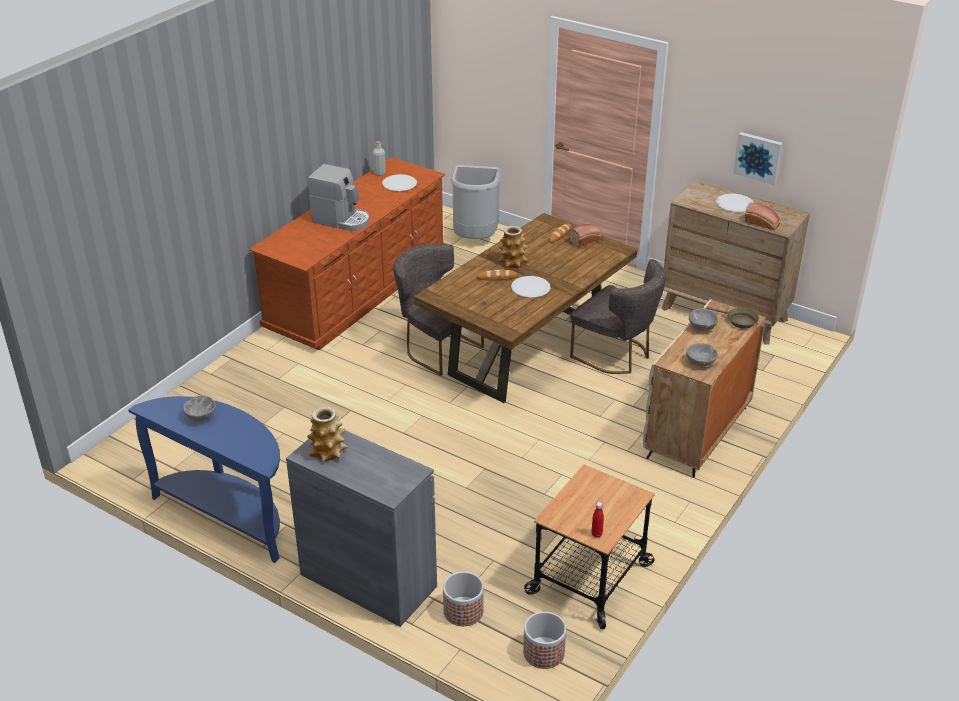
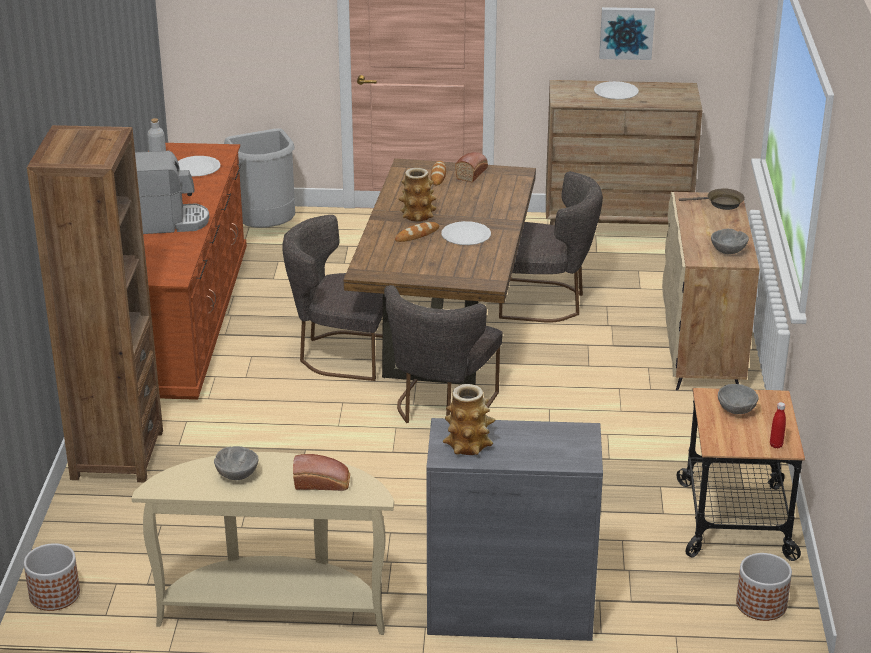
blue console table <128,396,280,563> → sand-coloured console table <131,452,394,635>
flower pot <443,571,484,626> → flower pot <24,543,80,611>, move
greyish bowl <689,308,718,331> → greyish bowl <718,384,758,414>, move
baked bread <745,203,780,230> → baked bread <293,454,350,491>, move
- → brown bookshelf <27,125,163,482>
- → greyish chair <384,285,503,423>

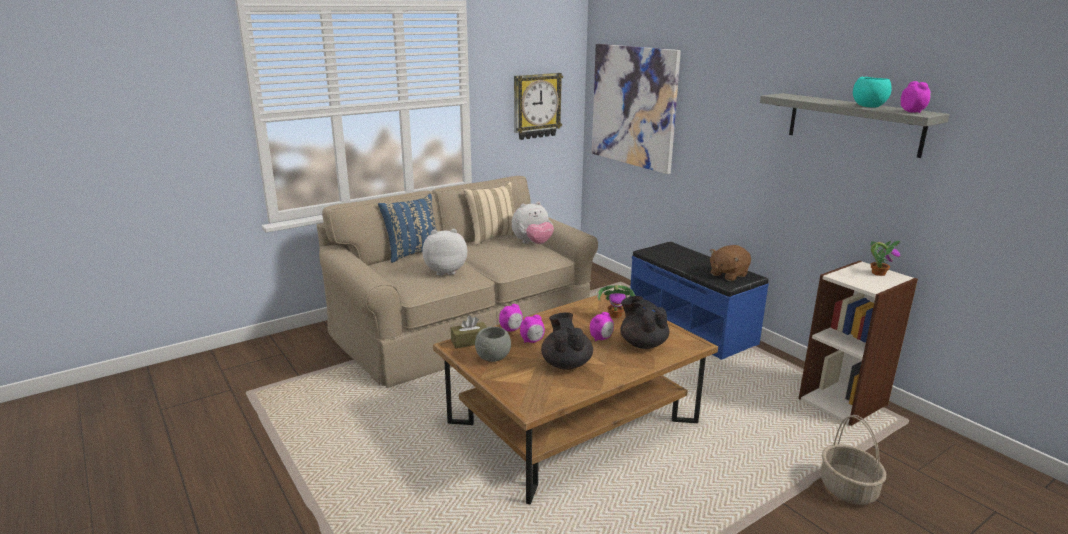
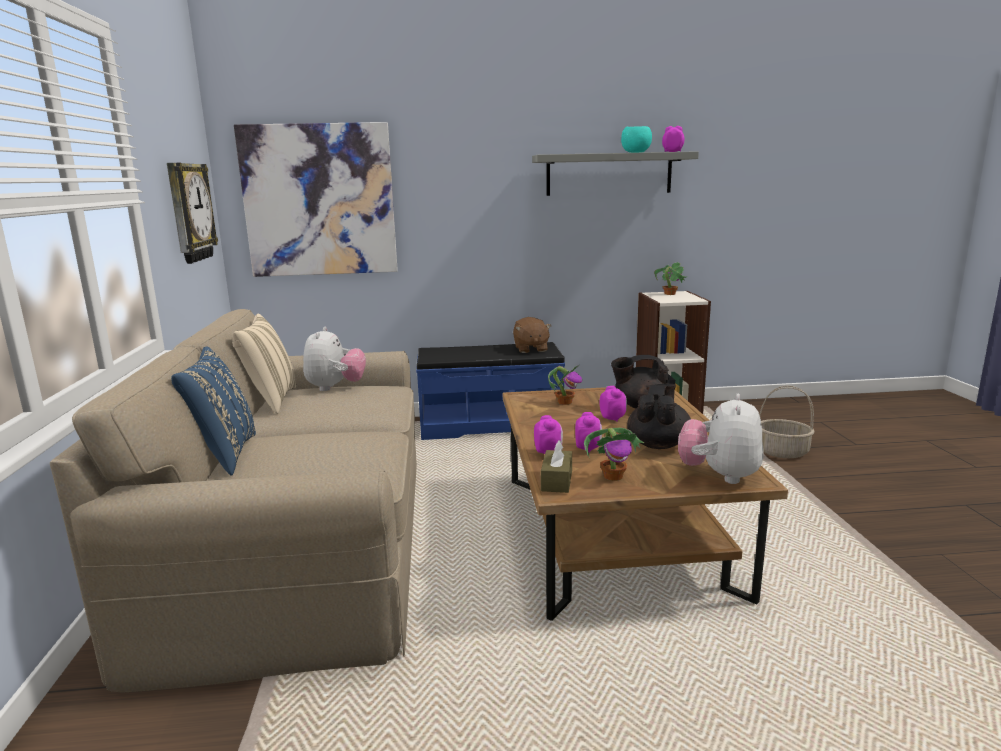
soft toy <422,229,467,276> → soft toy <678,394,764,484>, move
greyish bowl <475,327,511,362> → potted plant <584,428,644,481>
blackish teapot <541,312,593,370> → blackish teapot <627,384,691,449>, 90 degrees clockwise

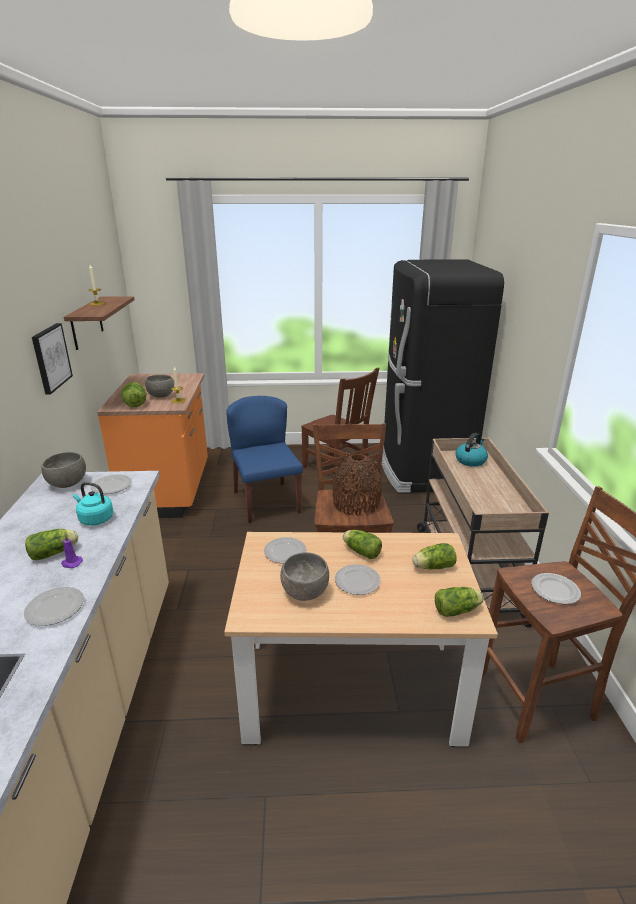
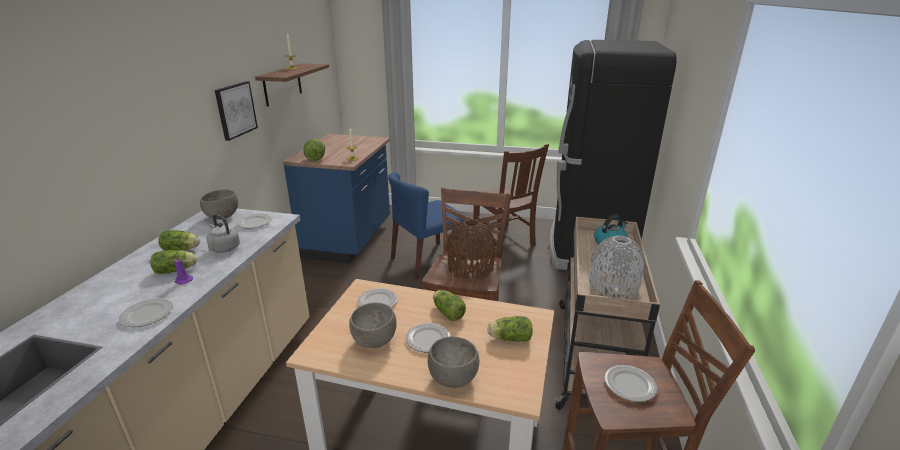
turquoise tea kettle <73,482,114,526> → greyish tea kettle <206,214,240,253>
orangey kitchen base unit <97,373,208,518> → blue kitchen base unit <283,134,390,264>
greyish bowl <145,375,174,398> → greyish bowl <427,336,479,388>, move
blue chair <226,396,303,523> → blue chair <388,172,466,280>, 120 degrees counterclockwise
head of lettuce <435,587,484,617> → head of lettuce <158,230,200,251>, move
- → greyish decorative vase <589,236,646,299>

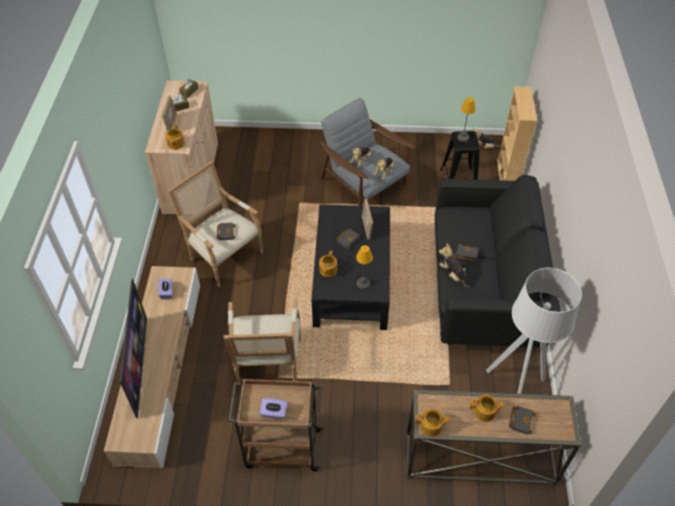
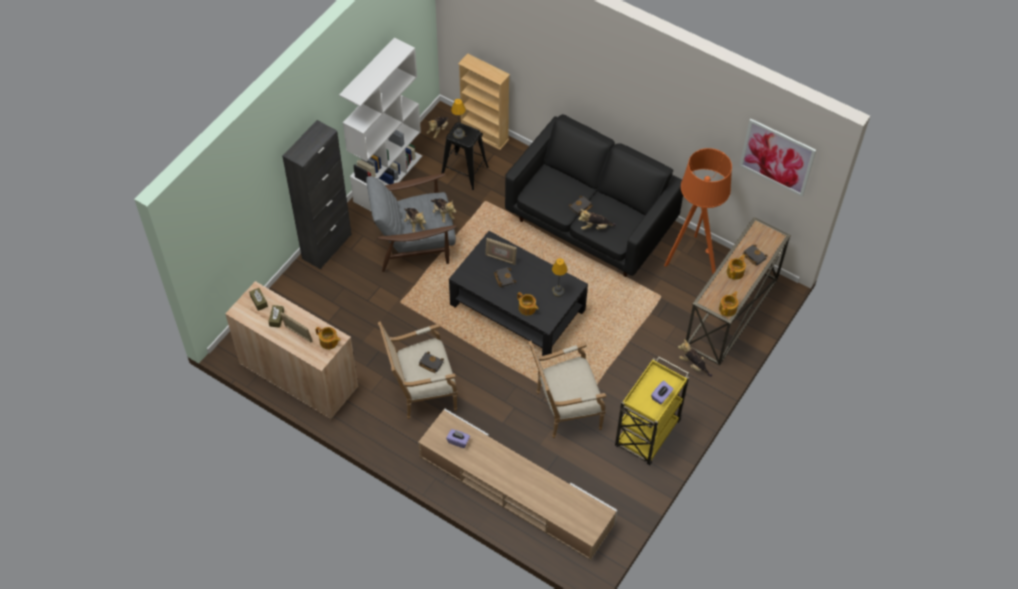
TV set <120,279,147,418> → -
lounge chair <224,300,301,384> → lounge chair <529,341,607,438>, 135 degrees clockwise
brown wheeled cart <228,378,323,472> → yellow-coloured wheeled cart <615,356,689,465>
greyish standing lamp <486,268,582,394> → orangey standing lamp <664,148,732,274>
- → blackish cabinet <282,120,352,269>
- → white-coloured bookshelf <339,37,422,211>
- → soft toy <678,339,712,377>
- → wall art <739,119,816,197>

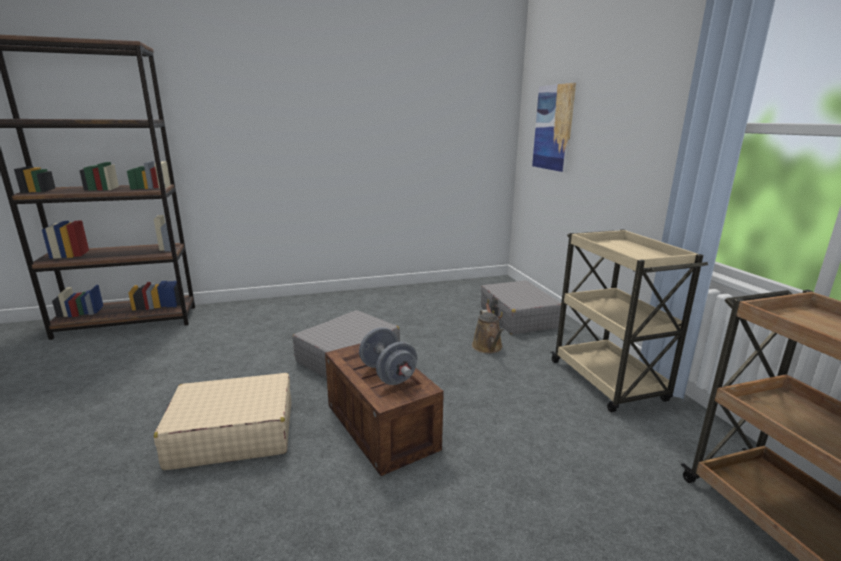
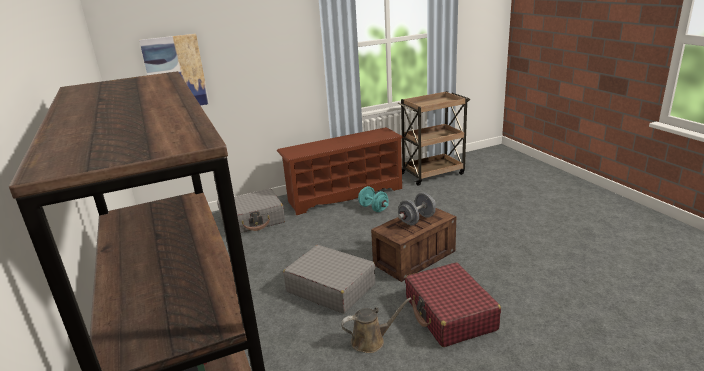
sand-coloured piece of luggage <154,373,291,470> → red piece of luggage <405,262,501,347>
brown watering can <472,310,504,353> → brown watering can <341,297,411,353>, move
sand-coloured wheeled cart <551,229,708,412> → brown shoe shelf <277,127,404,215>
- → turquoise free weight <358,186,389,212>

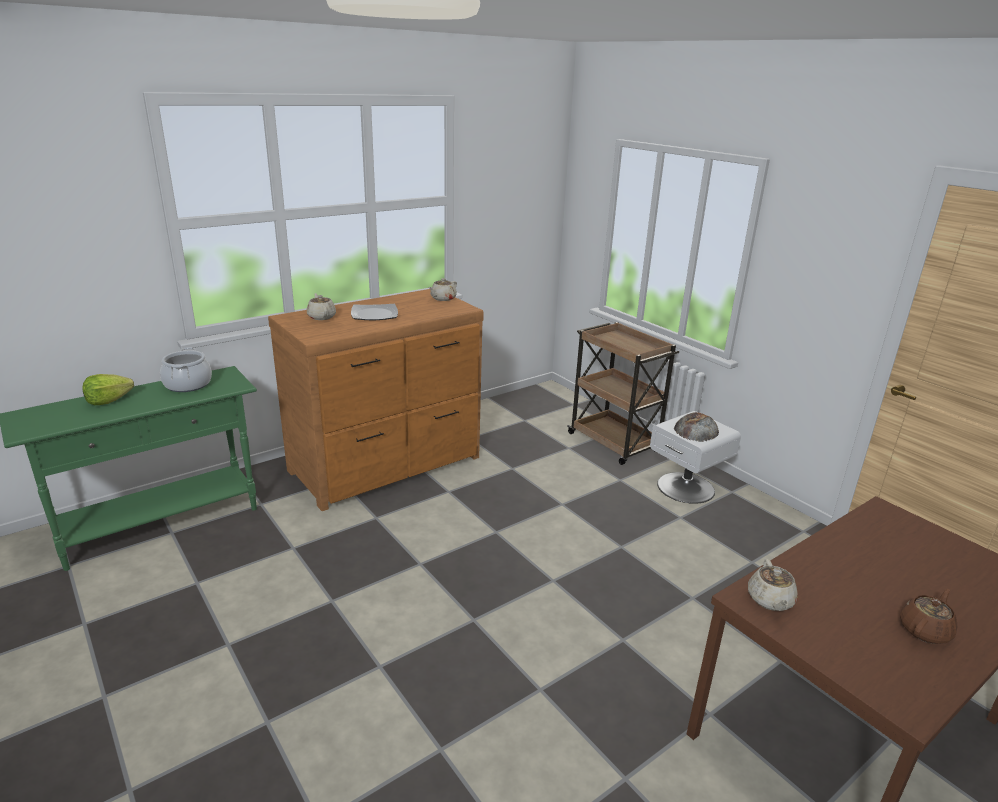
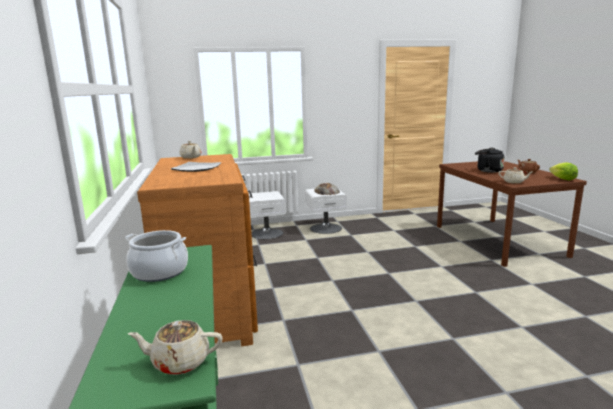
head of lettuce <82,374,134,405> → head of lettuce <549,162,578,180>, move
sand-coloured teapot <307,293,336,320> → sand-coloured teapot <128,320,222,375>, move
brown wheeled cart <567,322,679,465> → white-coloured nightstand <249,191,286,239>
- → blackish tea kettle <475,148,505,173>

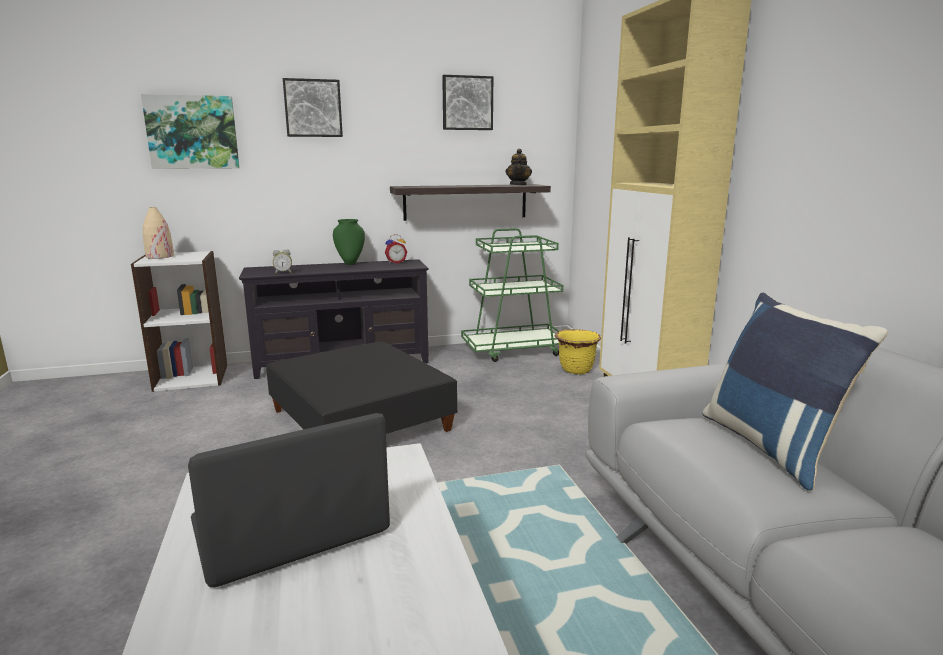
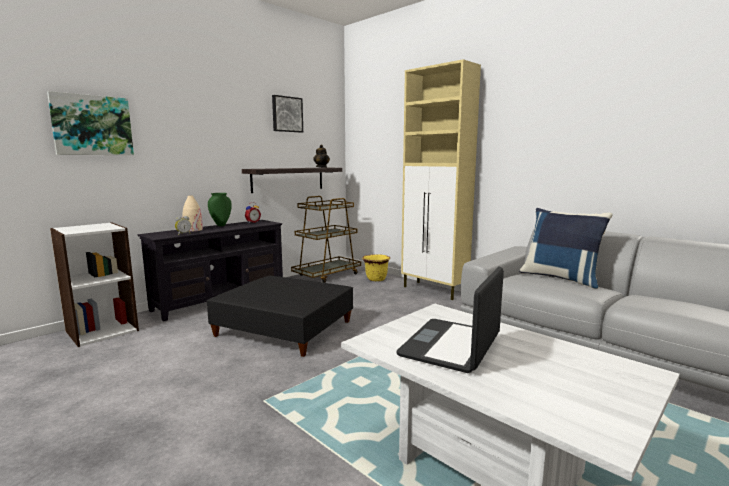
sand-coloured decorative vase <143,207,174,259> → sand-coloured decorative vase <182,195,203,232>, move
wall art <283,78,343,137> → -
greenish wheeled cart <461,228,563,362> → brown wheeled cart <291,196,361,283>

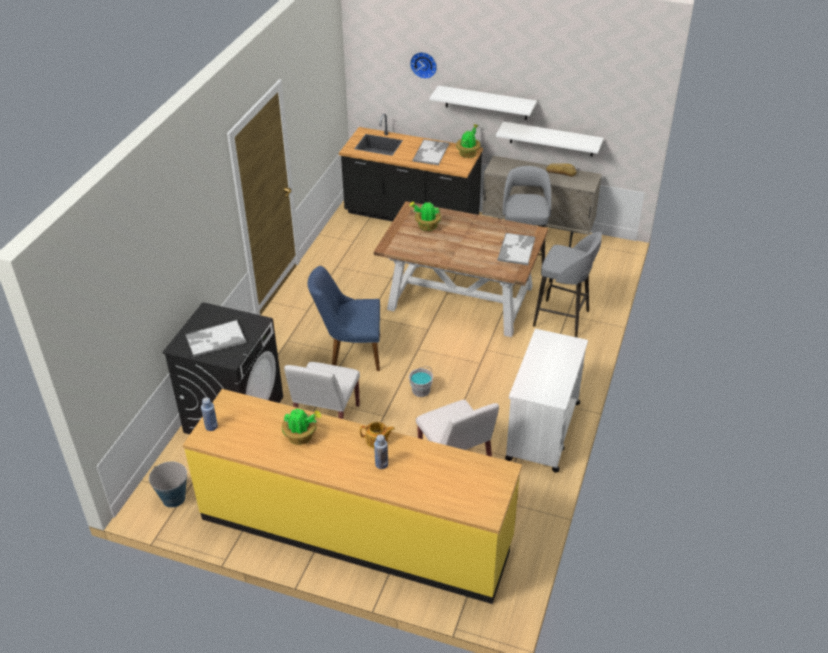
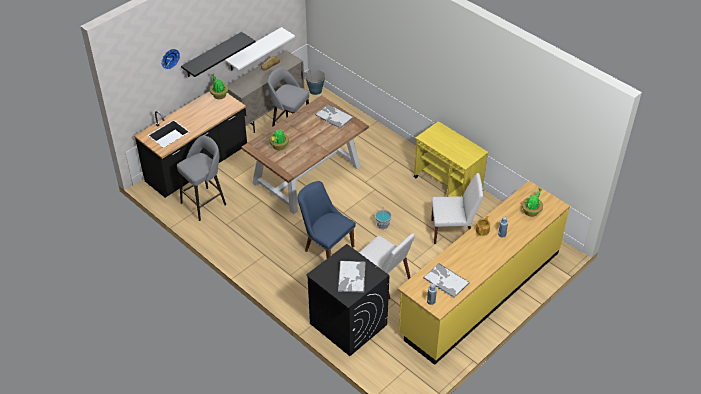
bucket <149,462,189,508> → bucket <305,70,325,95>, move
potted plant <282,408,322,445> → potted plant <522,188,543,217>, move
blue chair <308,266,380,371> → blue chair <297,181,356,258>, 105 degrees clockwise
carrying tray <412,139,449,165> → carrying tray <423,263,470,298>, move
white-coloured bracket shelf <430,85,537,120> → blackish bracket shelf <181,32,255,77>
white-coloured wheeled cart <505,329,588,473> → yellow-coloured wheeled cart <414,121,488,197>
greyish stool seat <533,232,602,337> → greyish stool seat <177,135,227,221>, move

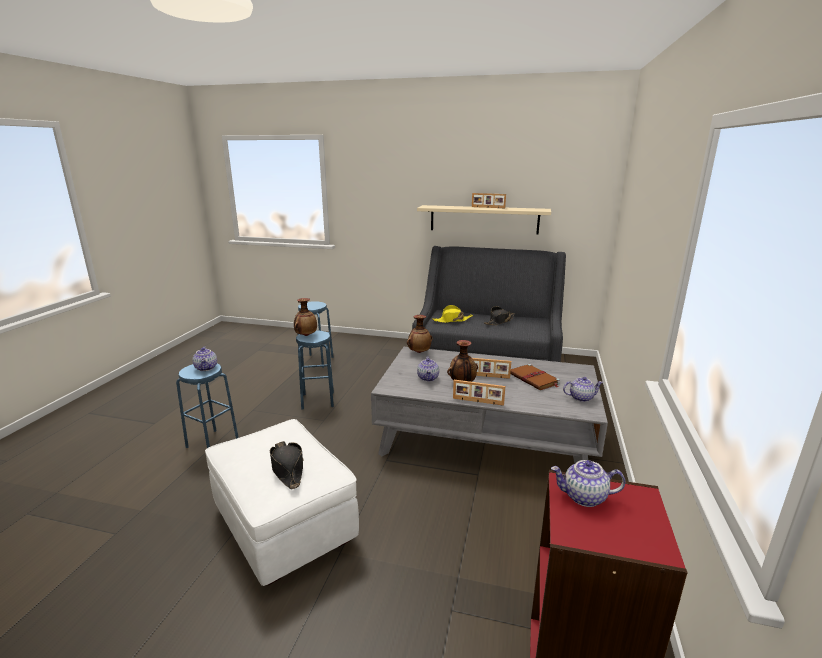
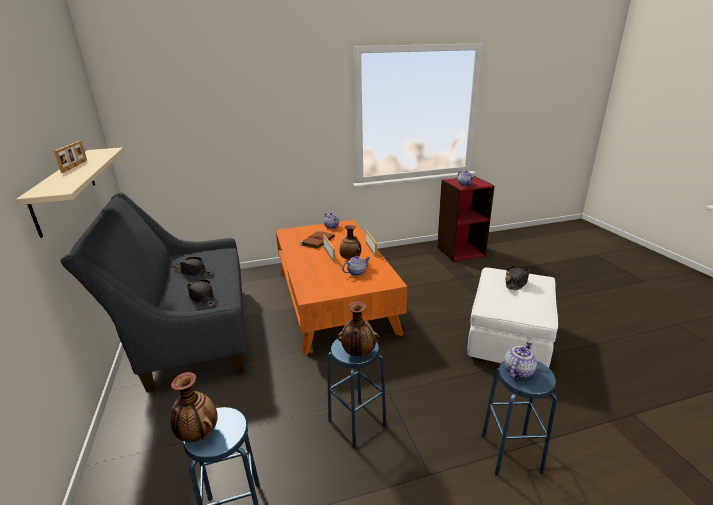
greyish coffee table <371,347,608,464> → orangey coffee table <276,220,407,356>
decorative vase <407,315,433,353> → decorative vase <170,372,218,442>, move
yellow-coloured clothing hat <432,305,473,323> → blackish clothing hat <187,279,215,307>

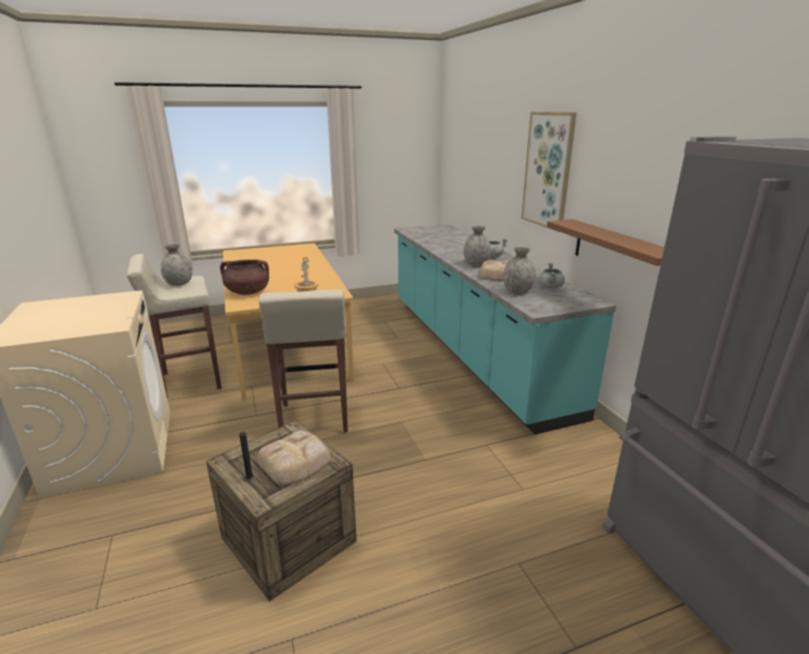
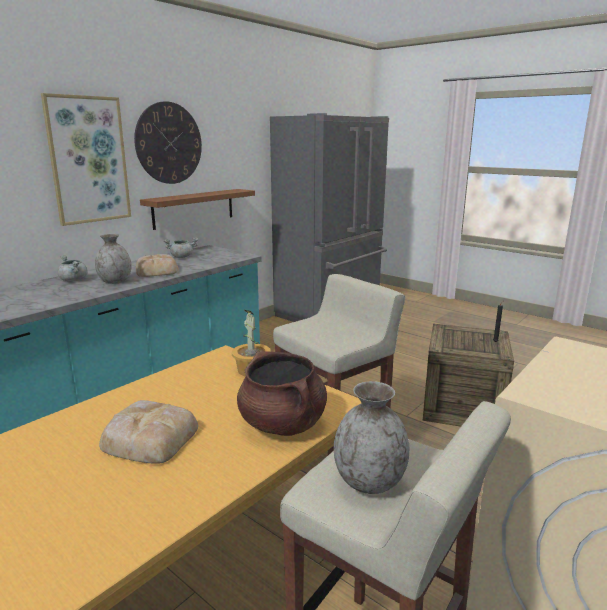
baked bread <257,431,331,485> → baked bread <99,400,198,464>, move
greyish decorative vase <503,247,536,294> → -
- → hanging clock <134,101,202,184>

